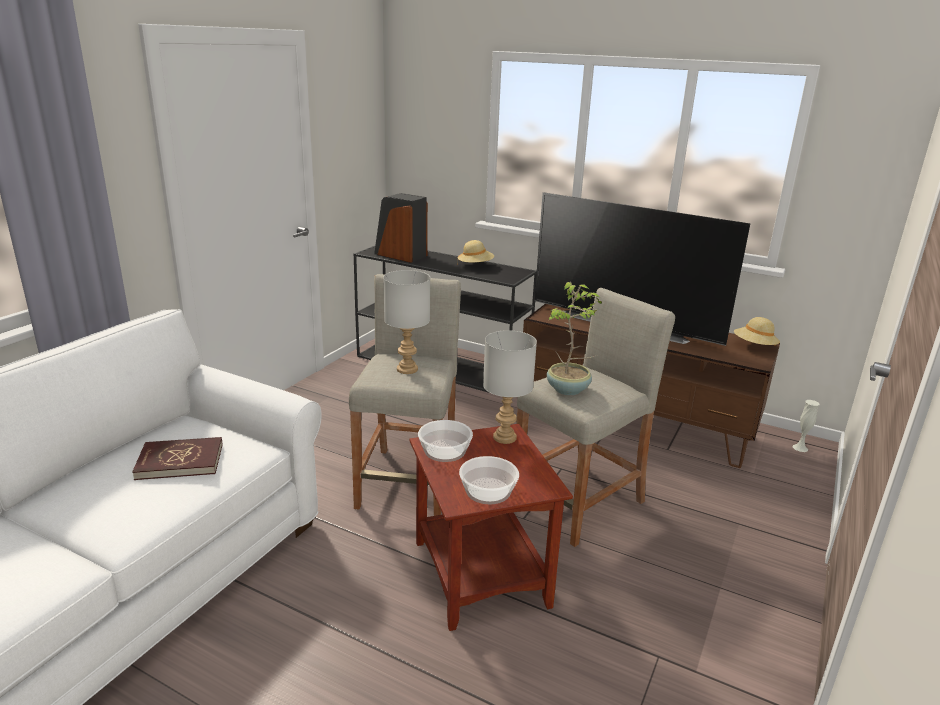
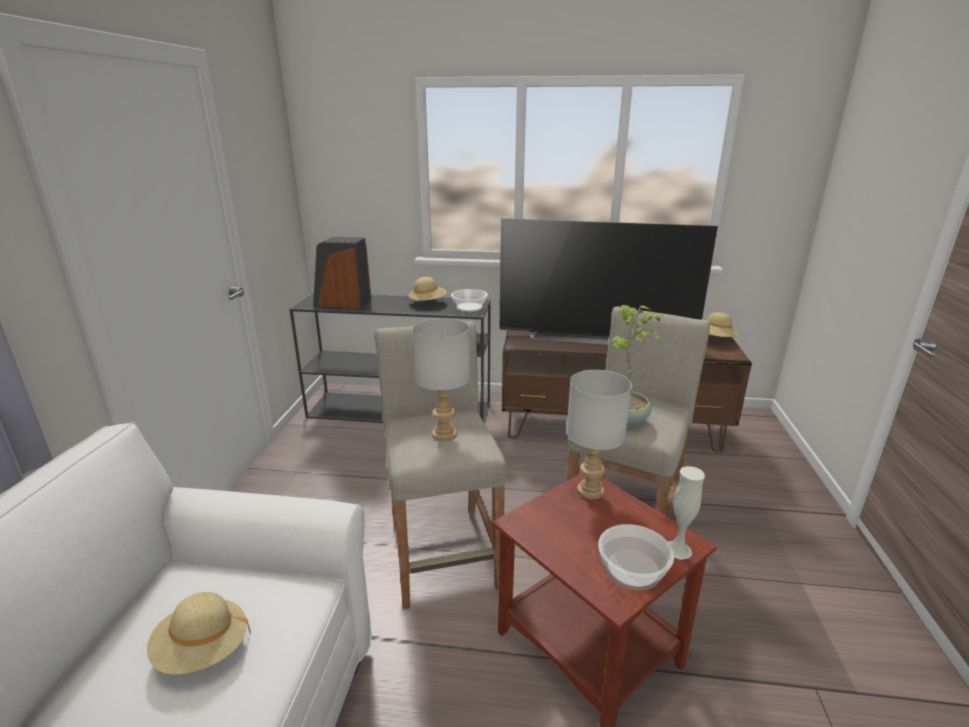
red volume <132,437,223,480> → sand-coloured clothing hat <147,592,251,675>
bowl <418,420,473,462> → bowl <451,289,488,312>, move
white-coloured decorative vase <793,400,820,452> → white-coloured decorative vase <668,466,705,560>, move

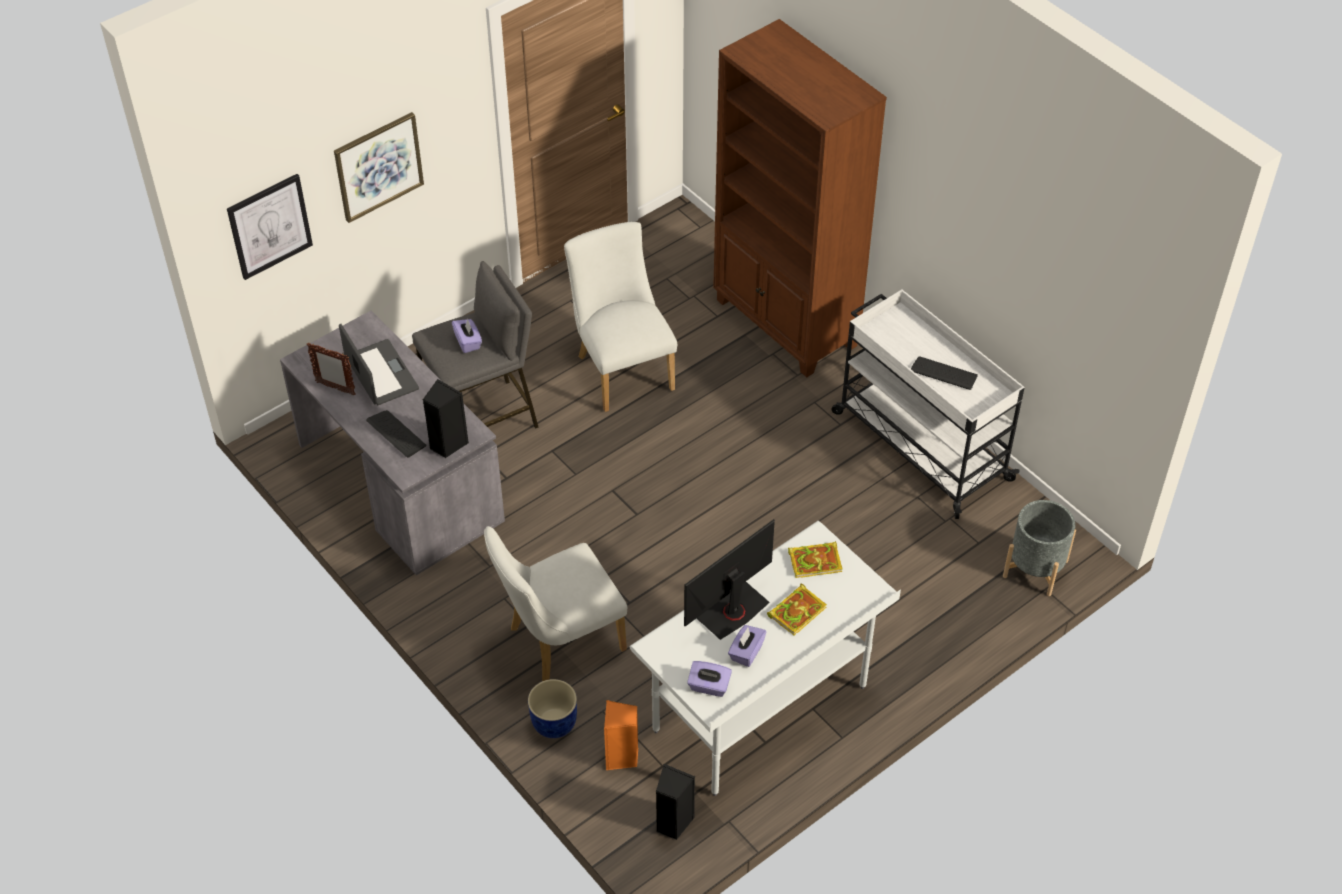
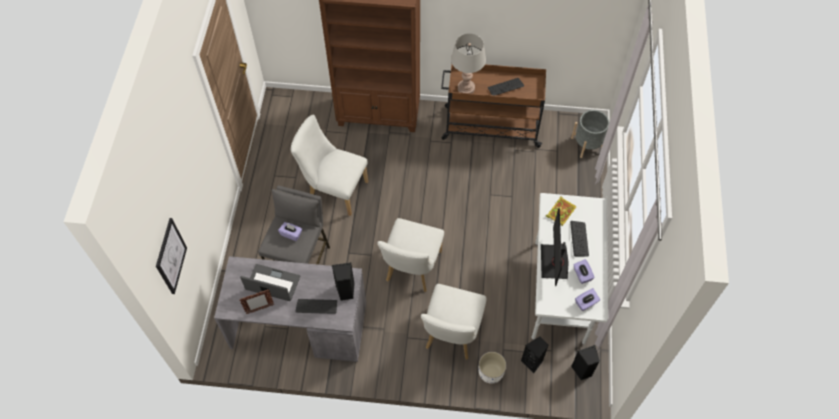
wall art <334,112,424,223> → -
blue flower pot <528,679,577,738> → white-coloured flower pot <478,352,507,383>
orangey loudspeaker <604,700,638,770> → blackish loudspeaker <521,337,549,373>
volume <767,584,827,635> → keyboard <570,221,589,257>
white-coloured wheeled cart <831,289,1025,519> → brown wheeled cart <441,64,546,148>
- → white-coloured chair <377,218,444,292>
- → greyish tabletop lamp <451,33,486,94>

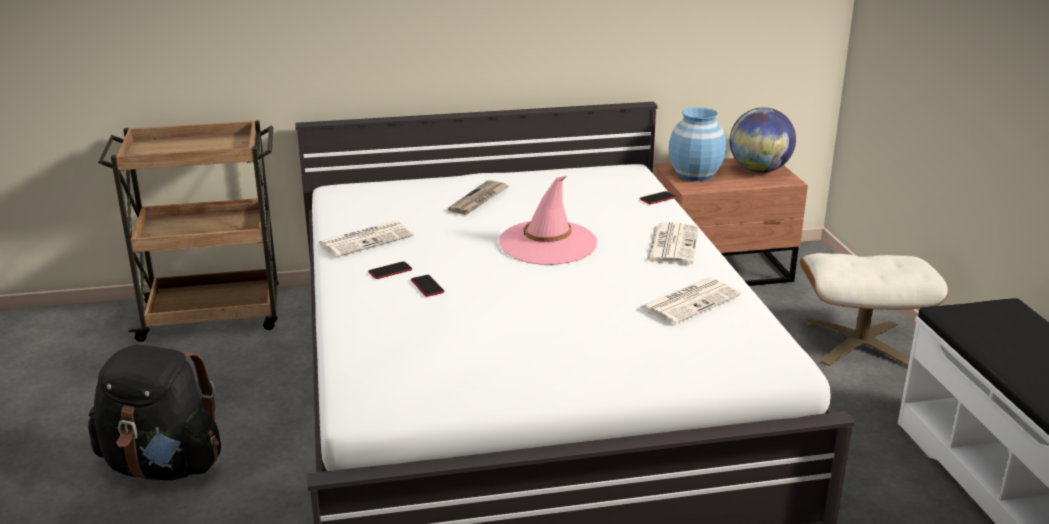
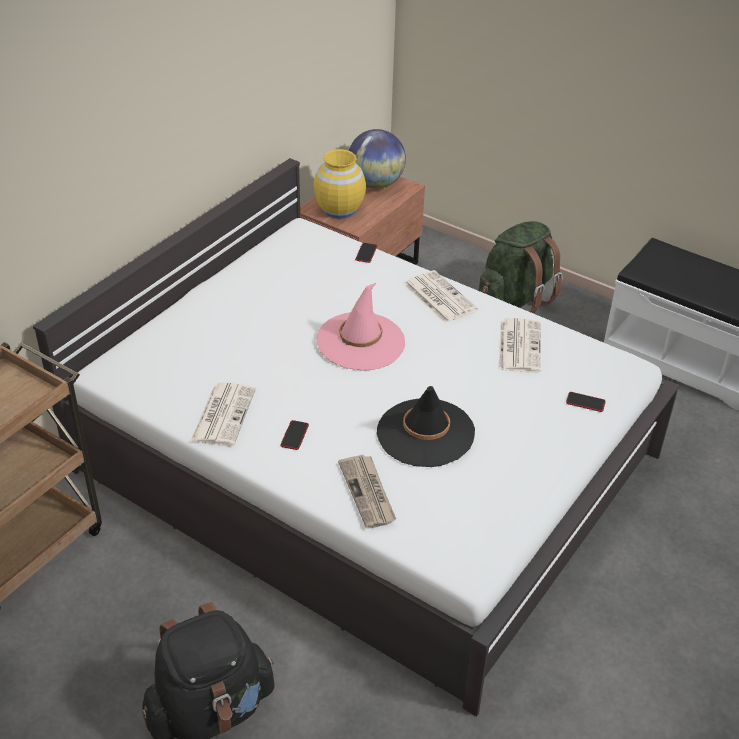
phone <411,275,444,297> → phone <566,392,606,412>, move
daily paper <448,180,509,215> → daily paper <338,455,396,529>, move
blue decorative vase <669,107,726,181> → yellow-coloured decorative vase <314,149,366,219>
sand-coloured pouffe <800,253,949,366> → greenish backpack <478,221,563,313>
- → blackish clothing hat <377,386,475,467>

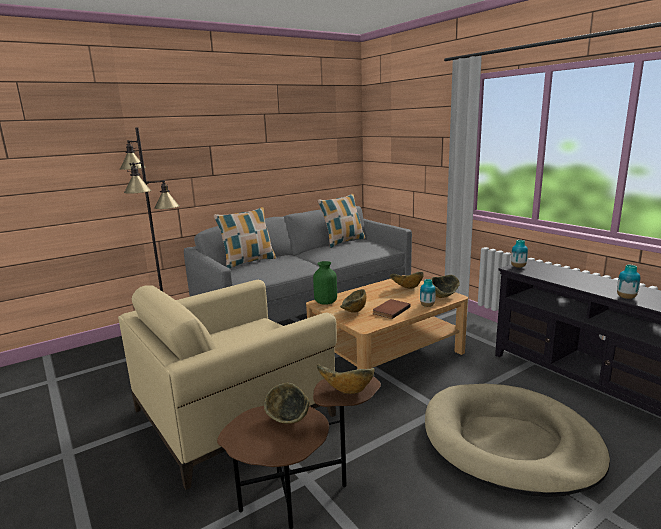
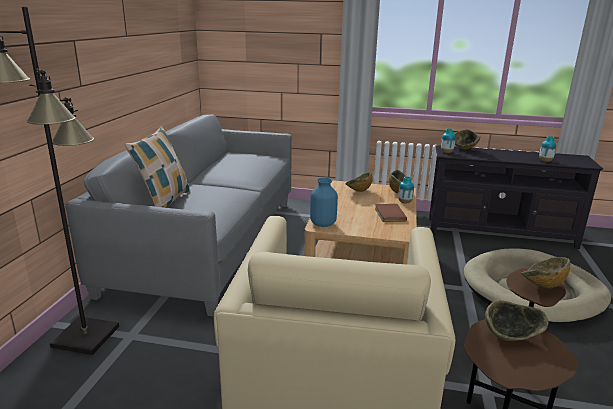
greenish decorative vase <313,261,337,305> → blue decorative vase <310,178,338,227>
pillow <318,194,365,248> → -
bowl <340,289,366,313> → bowl <454,129,480,150>, move

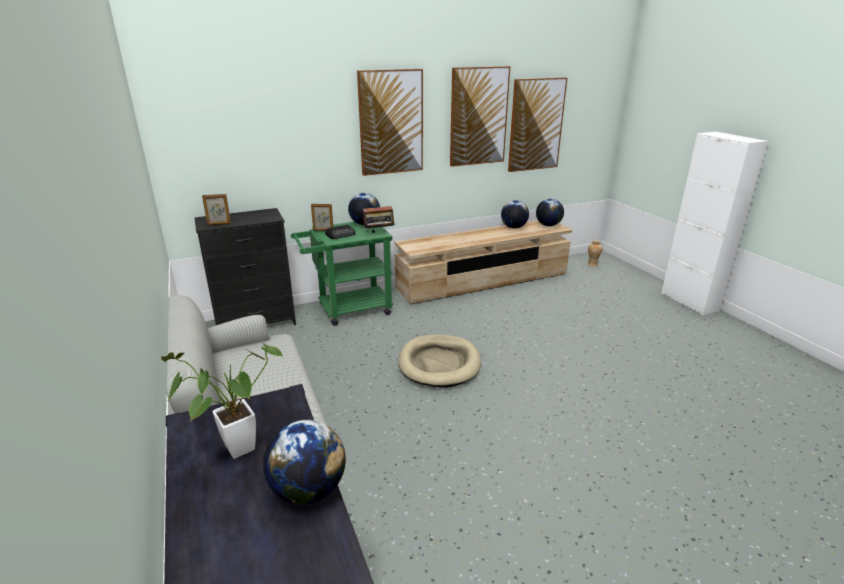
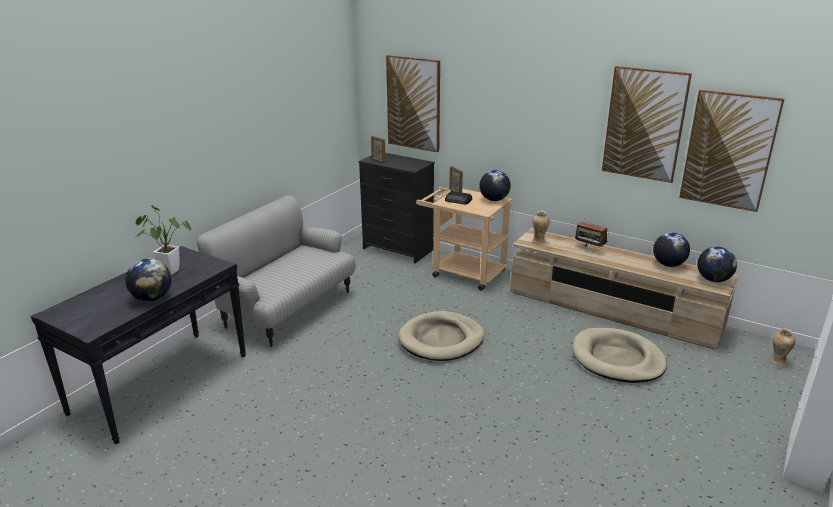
greenish wheeled cart <291,222,393,326> → sand-coloured wheeled cart <416,187,512,291>
wall art <357,69,423,176> → wall art <386,55,440,152>, move
radio receiver <363,206,395,233> → radio receiver <575,218,607,247>, move
- → decorative vase <532,211,549,244>
- → sand-coloured dog bed <572,328,667,383>

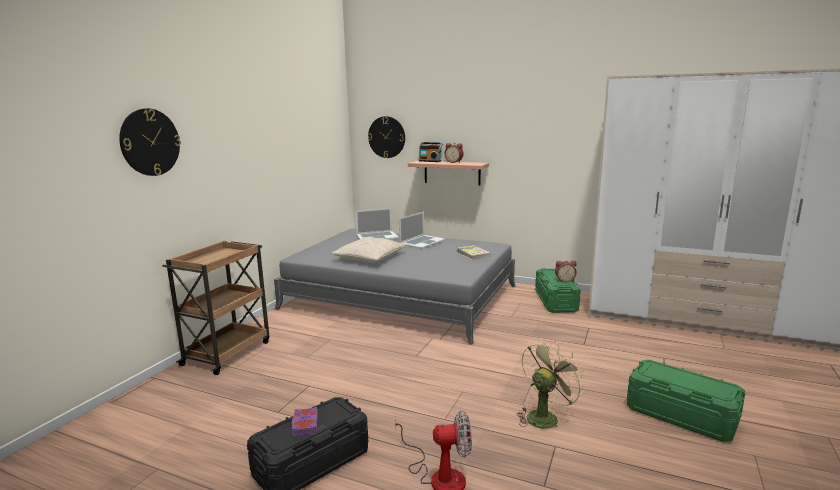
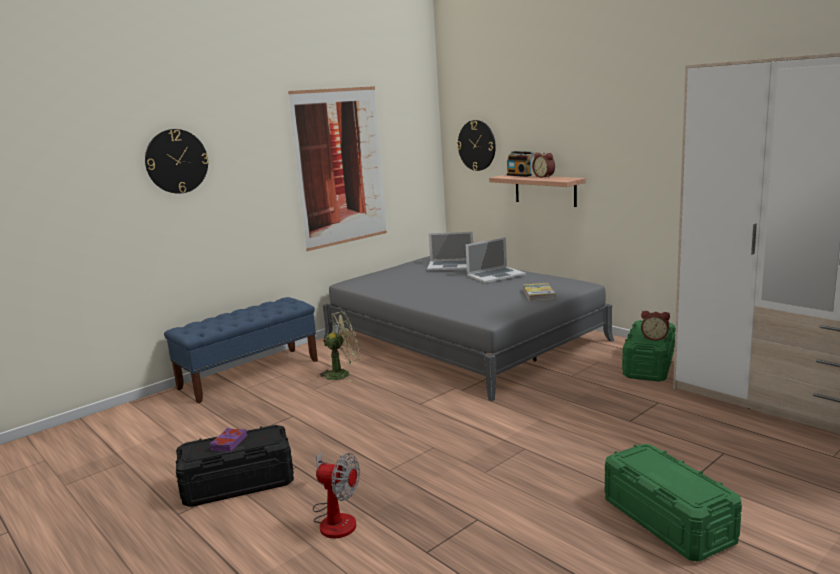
brown wheeled cart <162,241,269,375> → blue indoor bench <164,297,318,403>
sand-coloured pillow <331,237,407,263> → -
greenish cooling fan <517,340,585,429> → greenish cooling fan <317,311,360,381>, move
- → wall art <288,86,387,251>

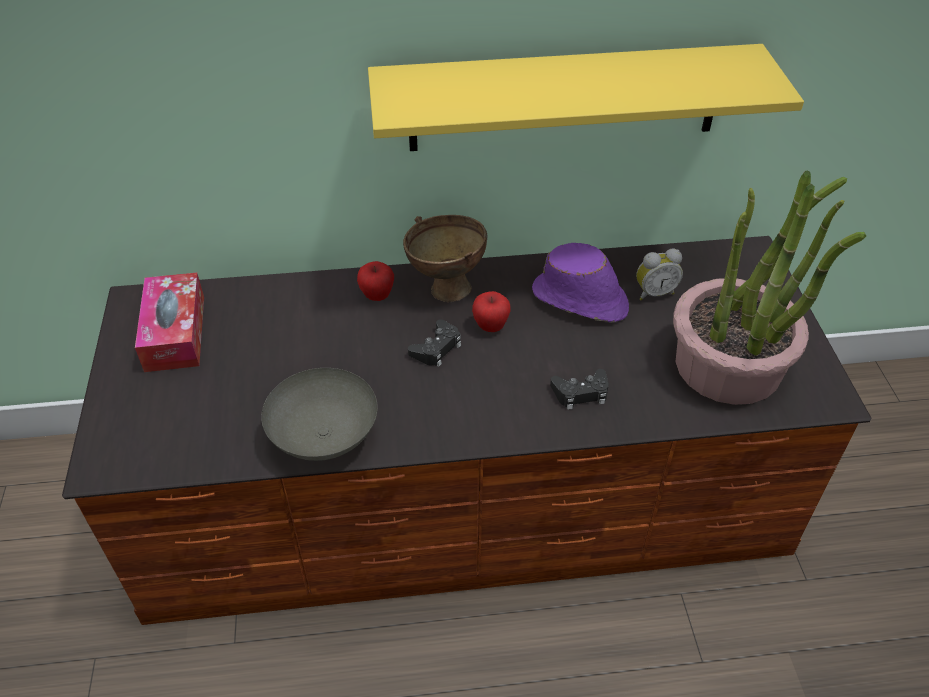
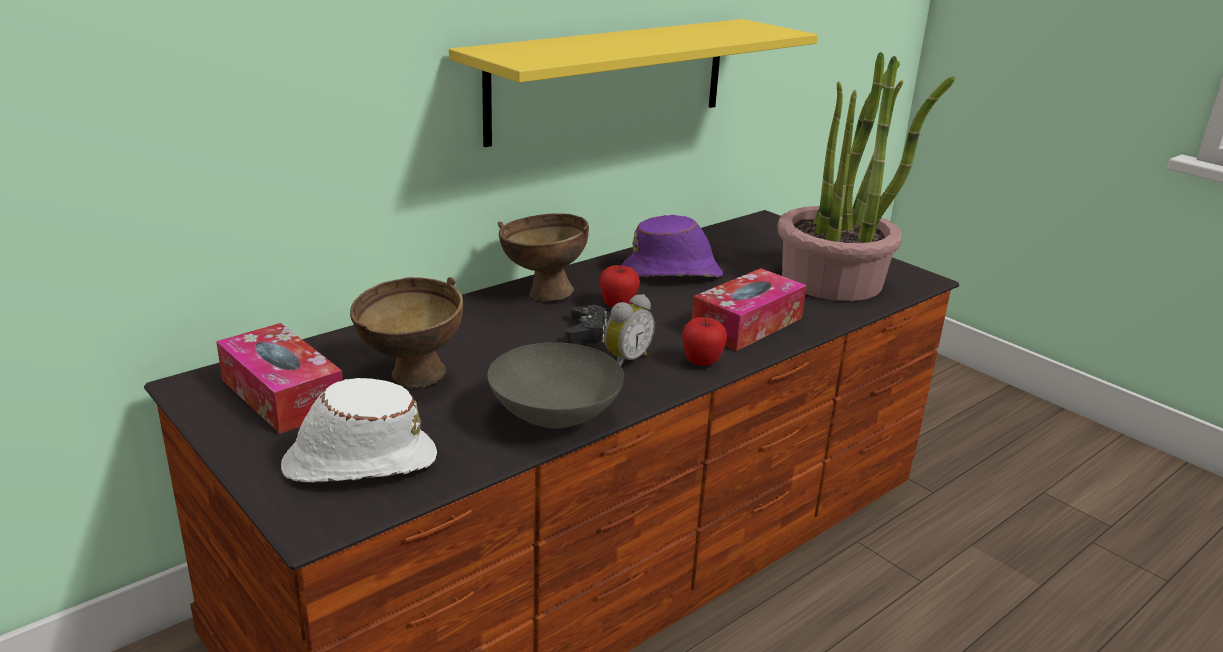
apple fruit <357,261,394,301> → apple fruit <682,317,727,366>, move
blackish gamepad <550,369,609,410> → box of tissues <692,268,807,351>
table clock <636,249,683,301> → table clock <604,294,655,366>, move
- → white-coloured clothing hat <281,378,437,483>
- → brown bowl <350,277,463,388>

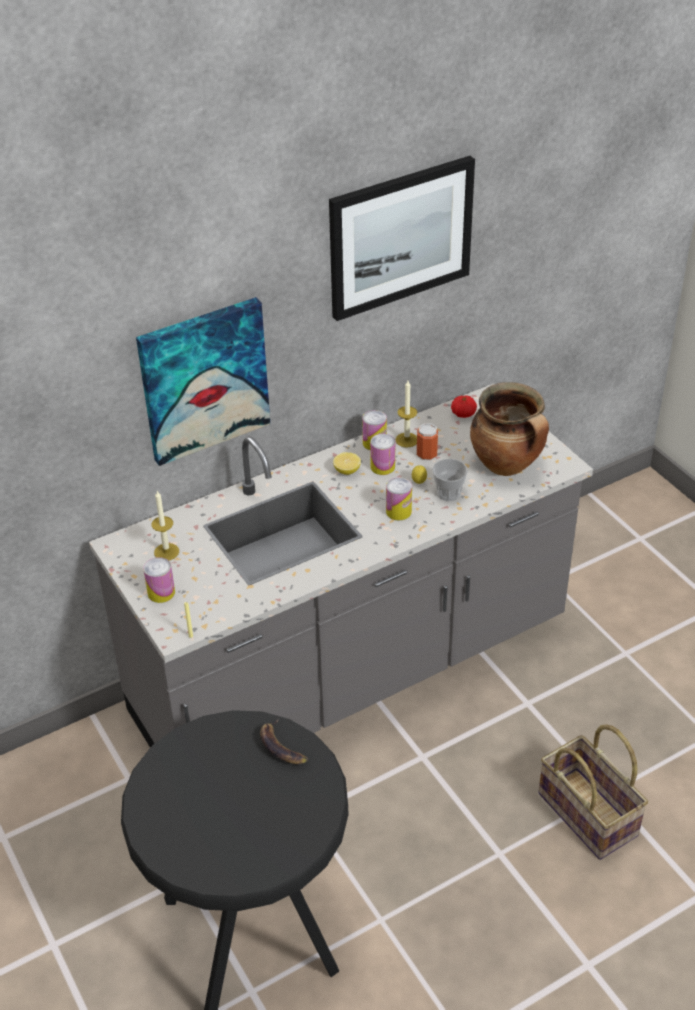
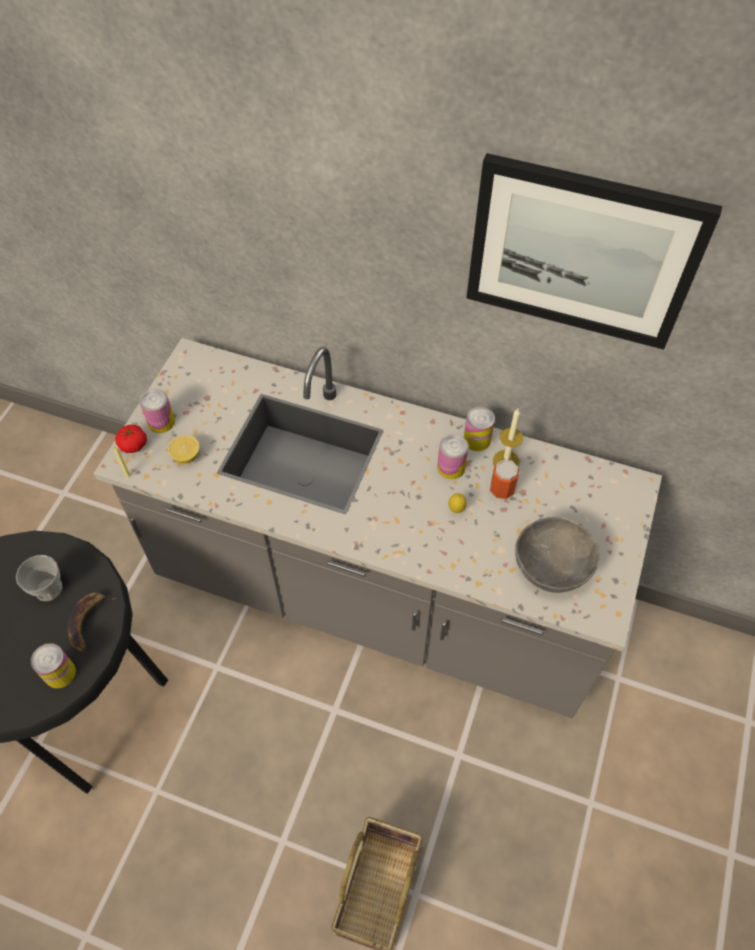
wall art <136,297,270,466> → -
wax light <152,491,179,560> → -
lemon <333,452,361,475> → lemon <168,435,200,463>, move
metal can <386,477,412,521> → metal can <31,643,76,688>, move
small cup <432,459,468,501> → small cup <16,555,62,601>, move
fresh tomato <451,395,477,418> → fresh tomato <115,425,147,453>, move
cooking pot <470,382,549,476> → greyish bowl <515,517,600,593>

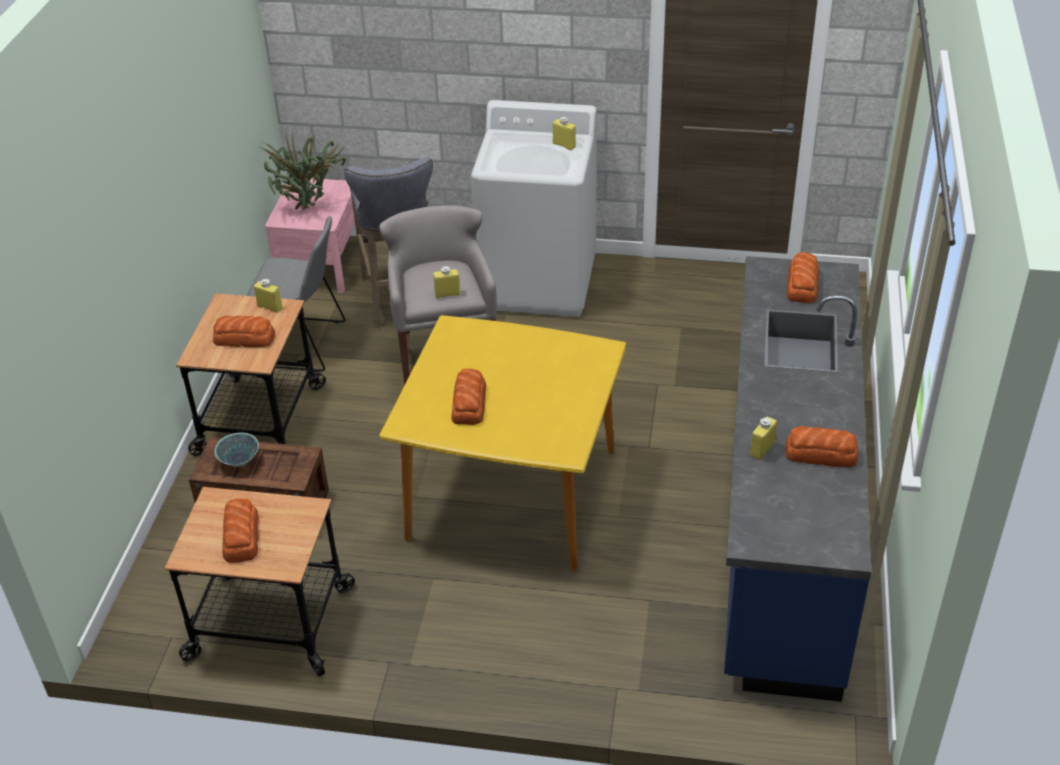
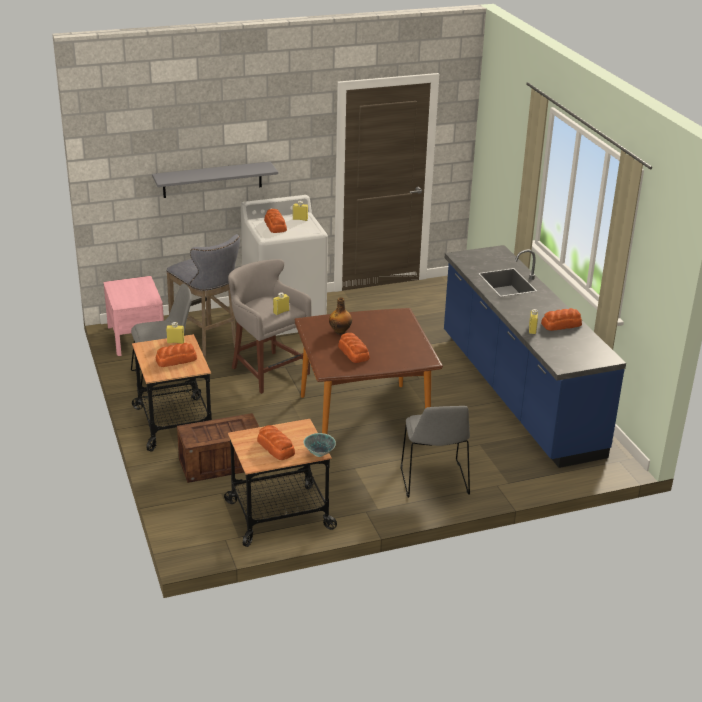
bowl <215,433,259,467> → bowl <303,433,336,457>, move
potted plant <260,131,346,209> → -
yellow-coloured dining table <379,315,626,572> → brown dining table <294,308,443,434>
baked bread <787,252,819,303> → baked bread <264,209,287,233>, move
- → greyish bracket shelf <152,162,278,198>
- → drink bottle <329,297,352,335>
- → greyish chair <400,406,470,498>

